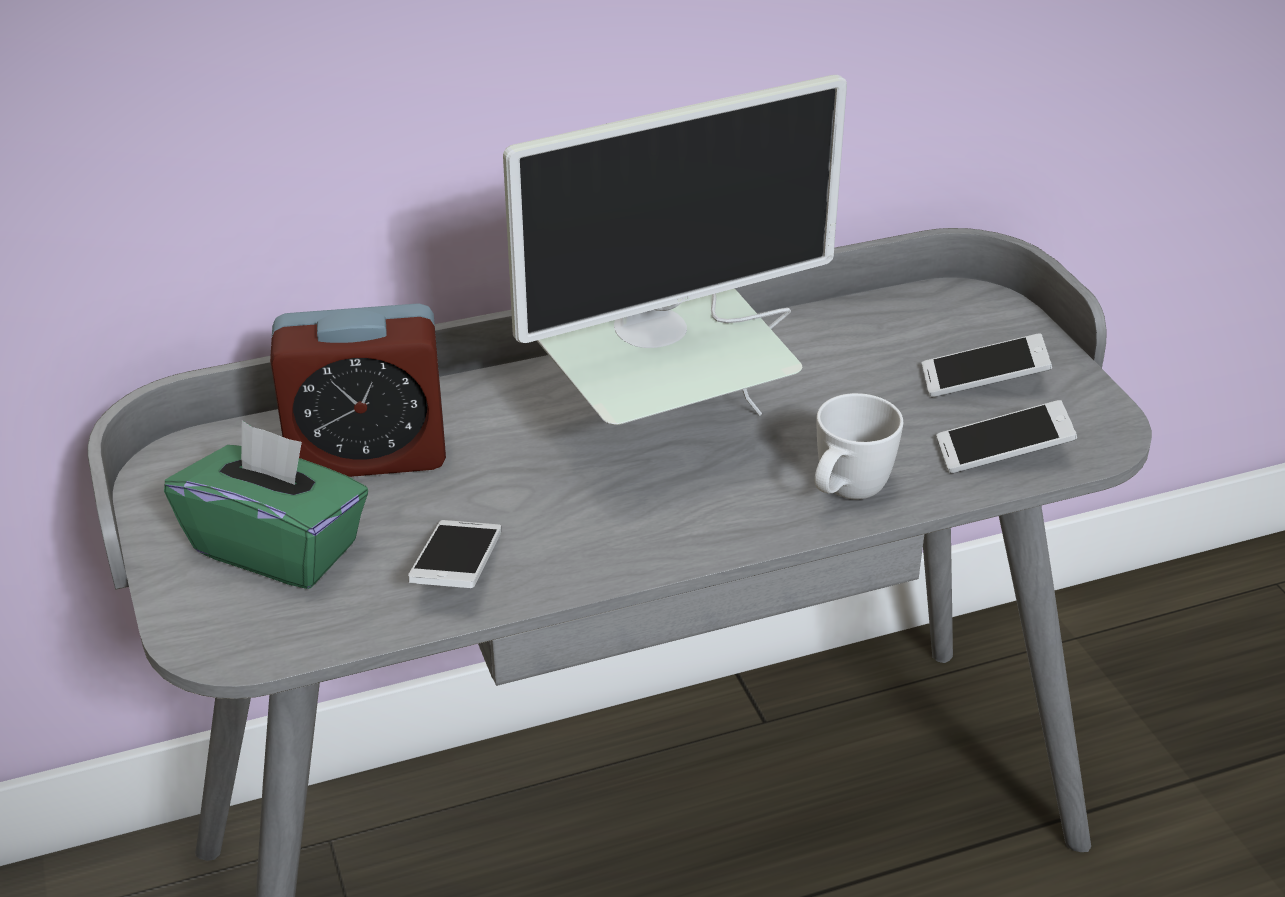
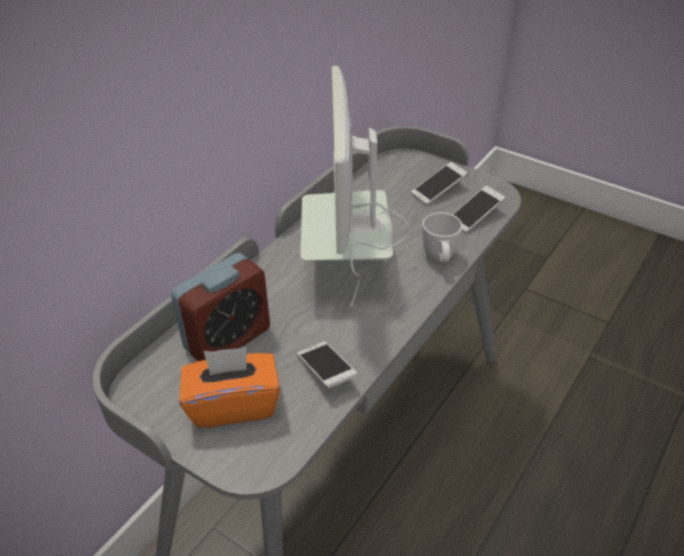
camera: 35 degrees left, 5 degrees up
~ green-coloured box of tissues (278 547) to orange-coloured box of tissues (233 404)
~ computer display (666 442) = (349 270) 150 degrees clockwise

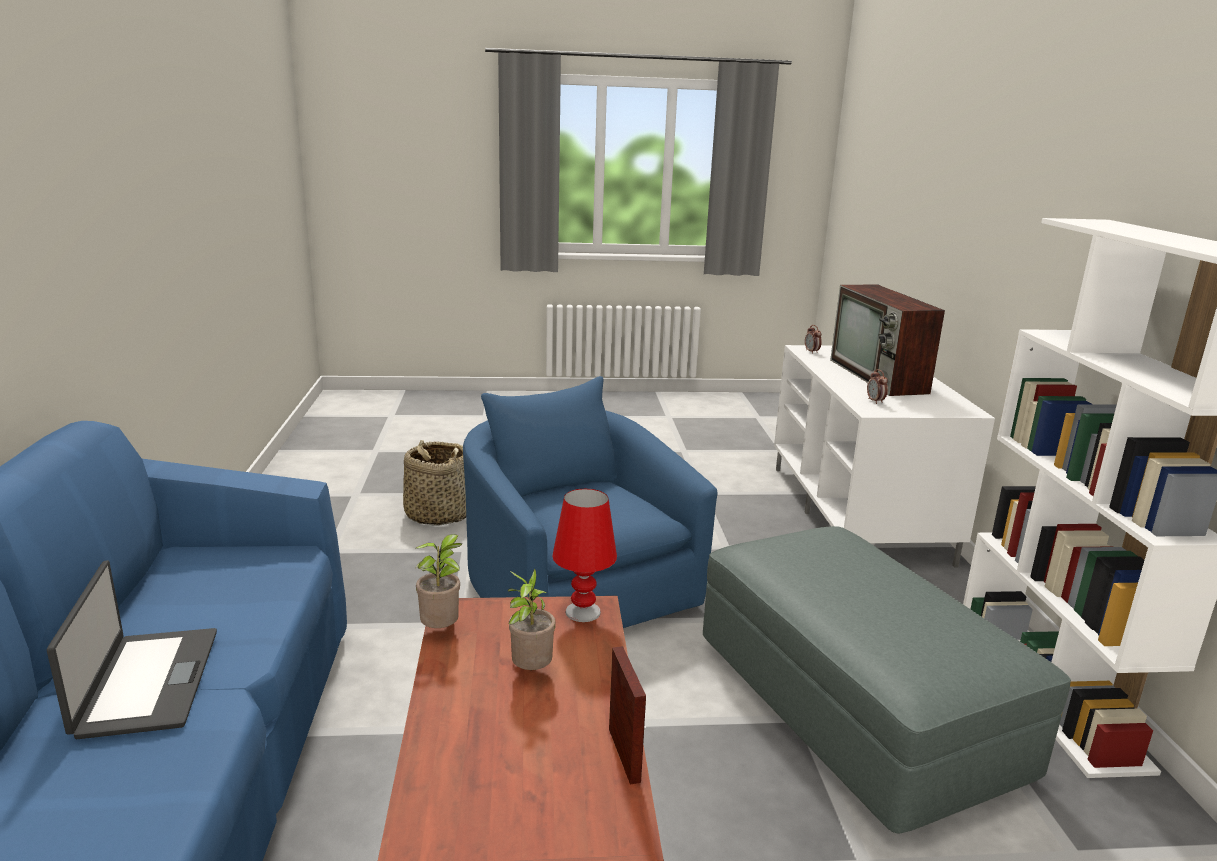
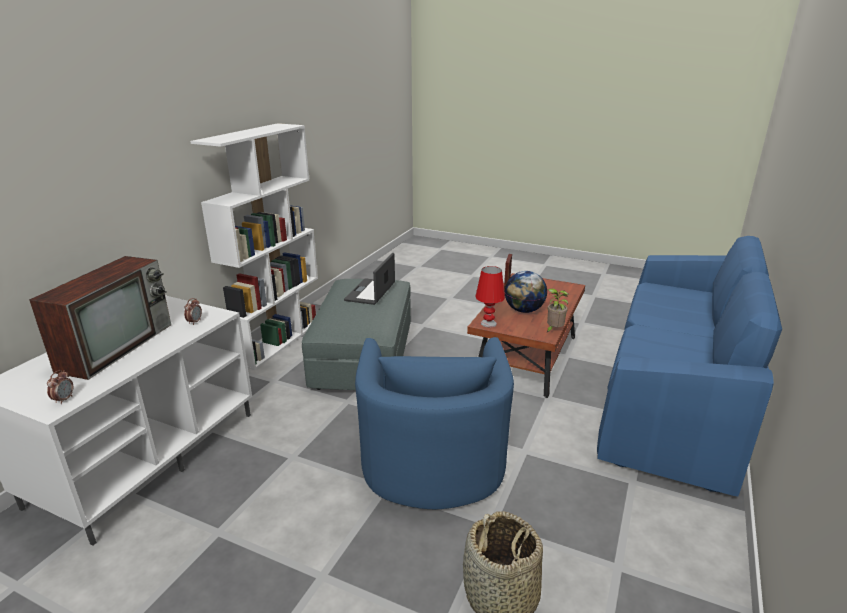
camera: 150 degrees left, 5 degrees up
~ notebook computer (146 682) to (371 292)
~ houseplant (530 671) to desk globe (523 310)

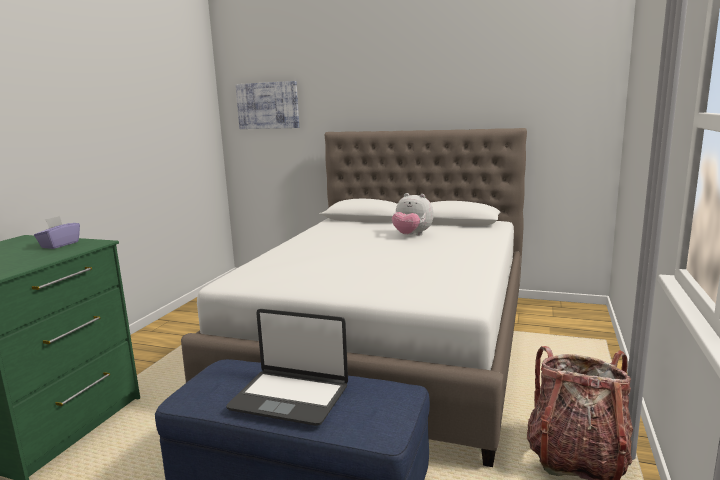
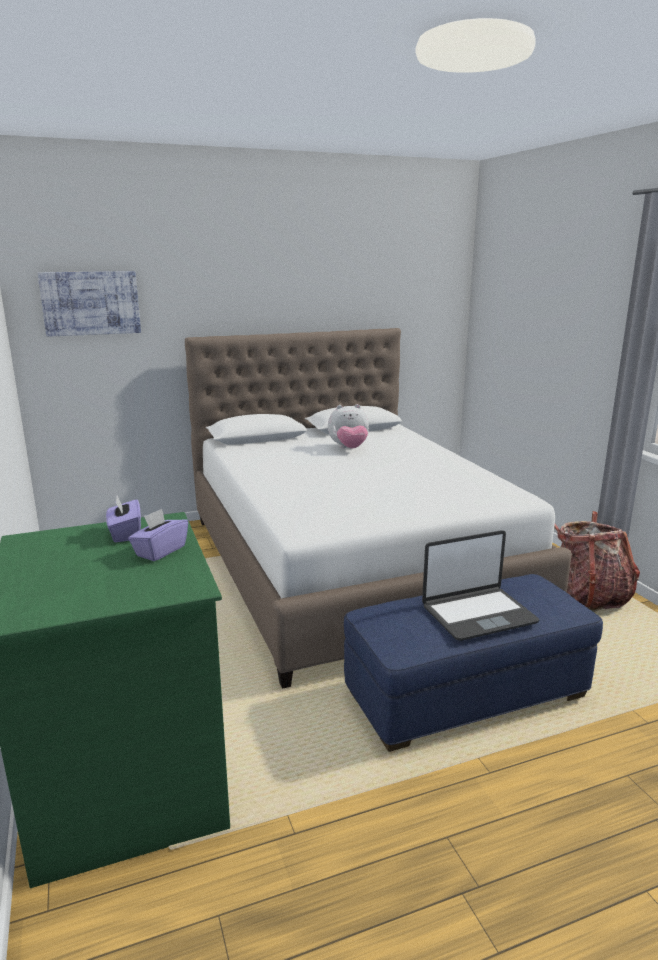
camera: 40 degrees left, 5 degrees up
+ purplish box of tissues (160 551)

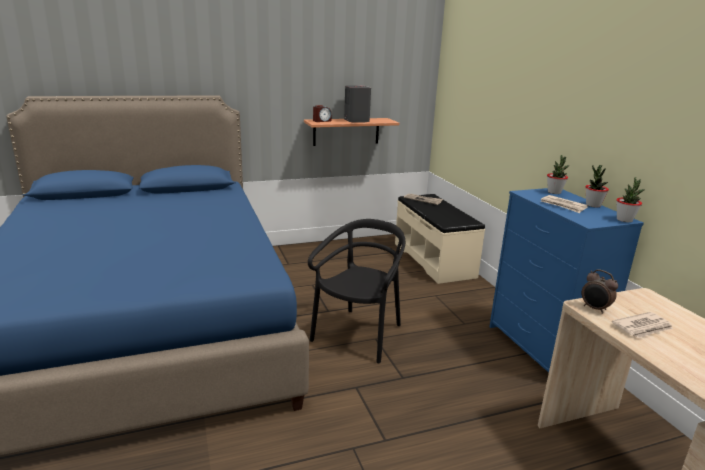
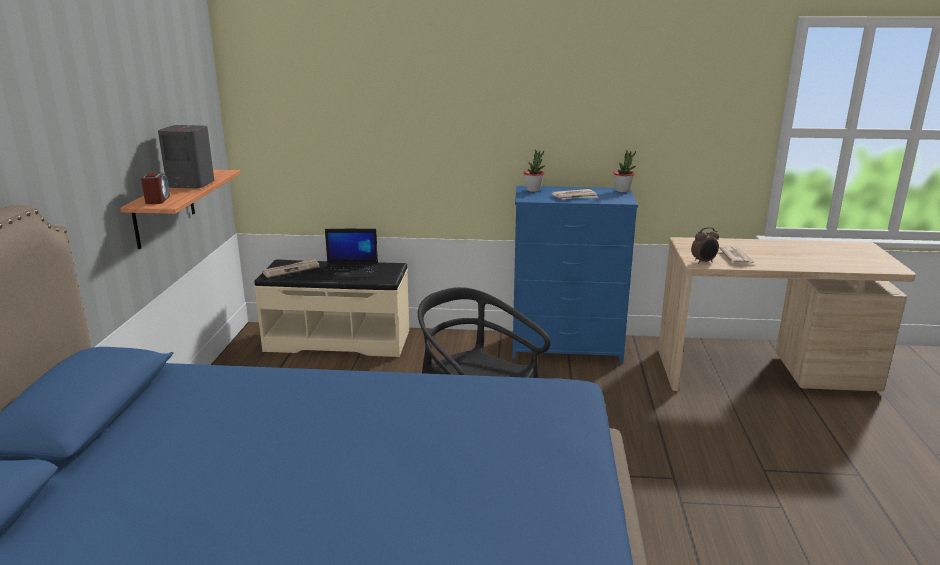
camera: 65 degrees left, 0 degrees up
- houseplant (593 205)
+ notebook computer (351 271)

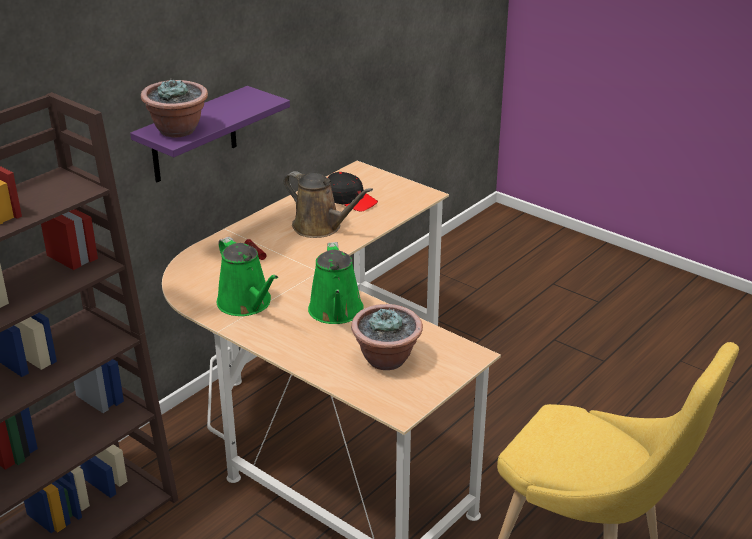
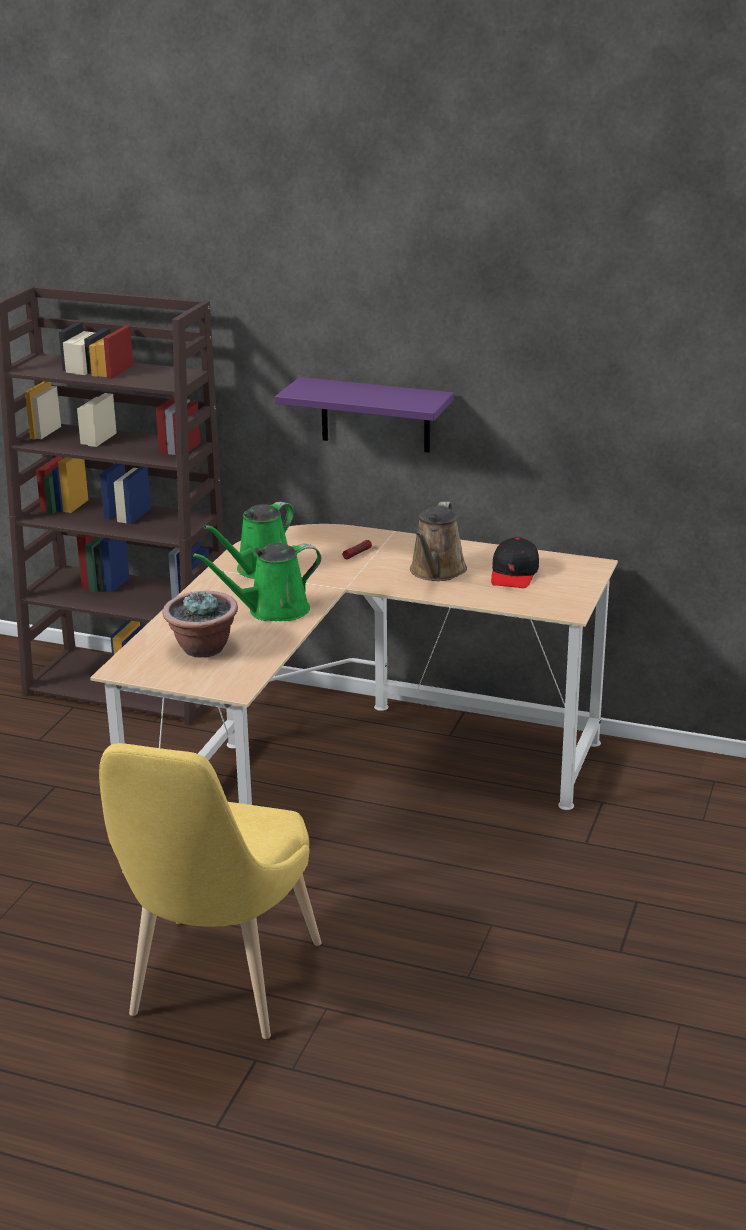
camera: 70 degrees right, 5 degrees down
- houseplant (178 130)

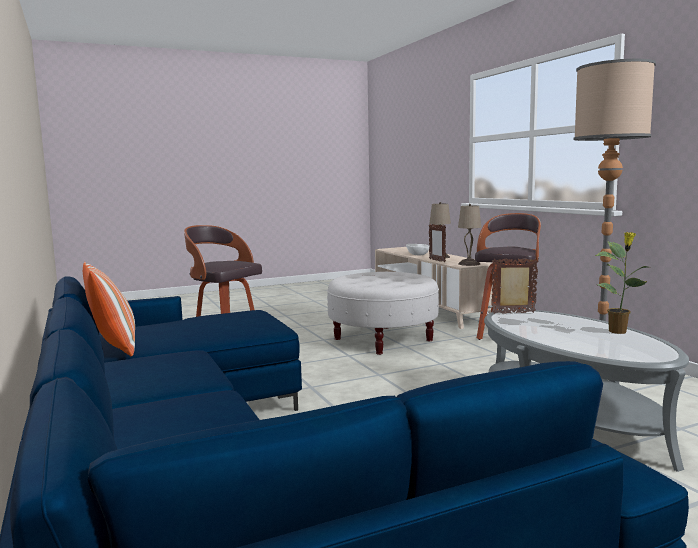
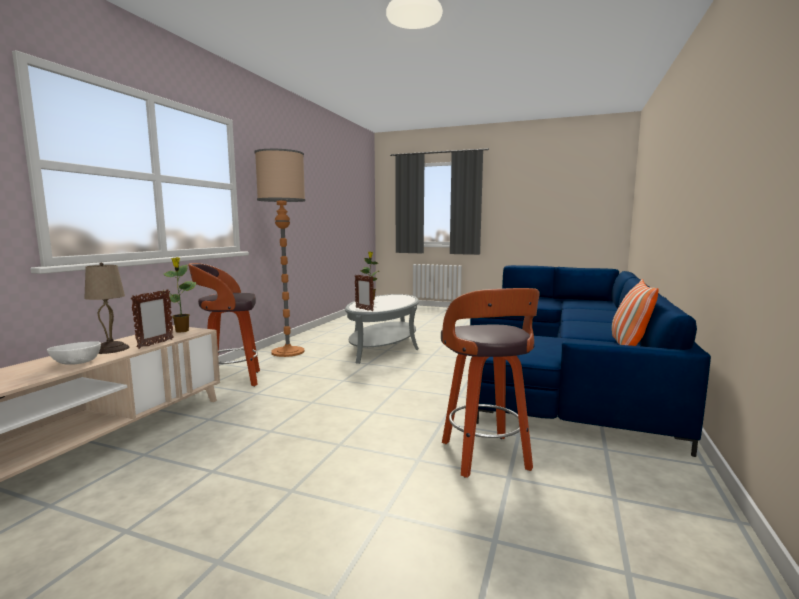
camera: 135 degrees left, 0 degrees up
- whitish ottoman (383 339)
~ beige tabletop lamp (469 264) to houseplant (182 331)

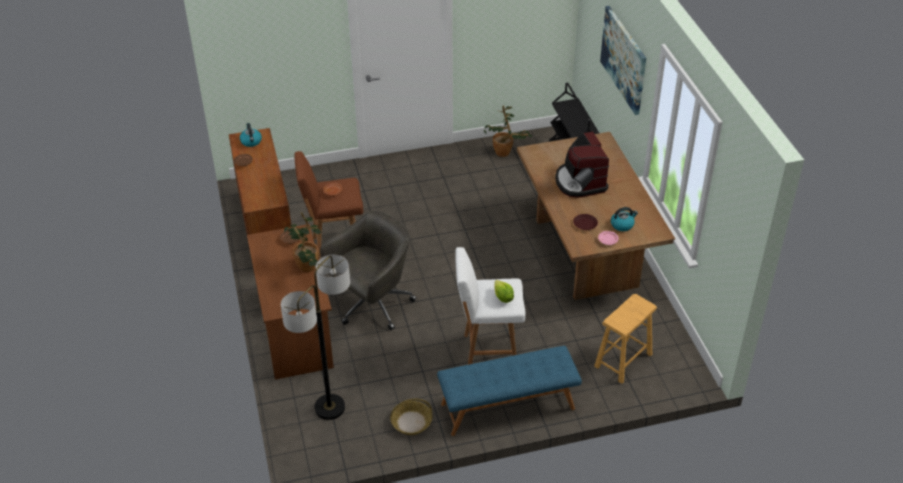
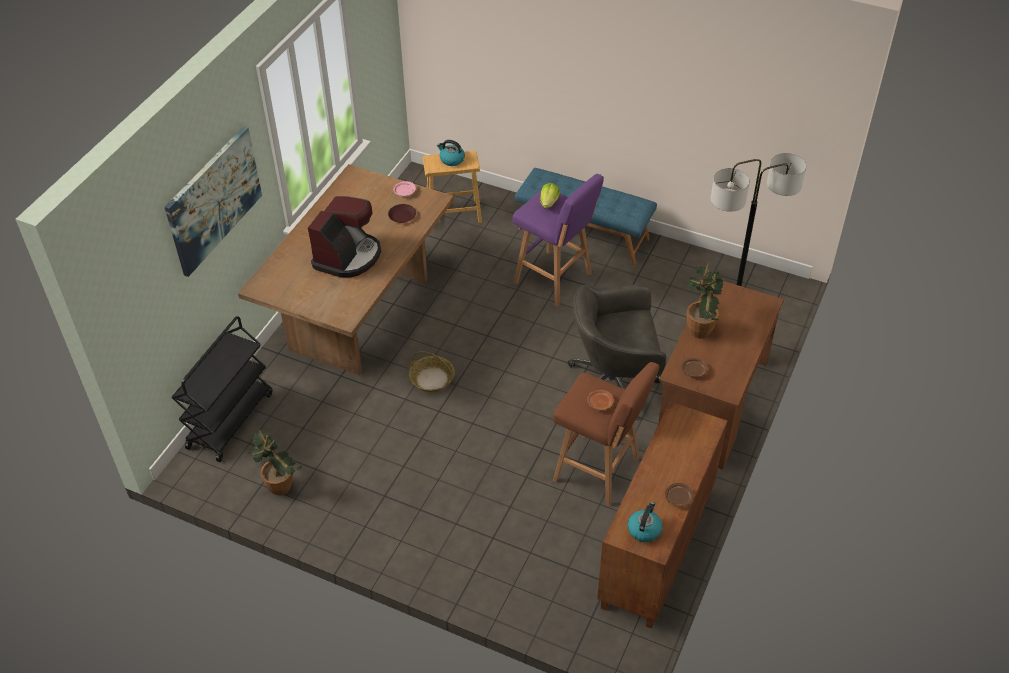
camera: 140 degrees left, 5 degrees up
~ basket (411 422) to (432 379)
~ tea kettle (622 225) to (451 159)
~ whitish stool seat (488 354) to purplish stool seat (555 279)

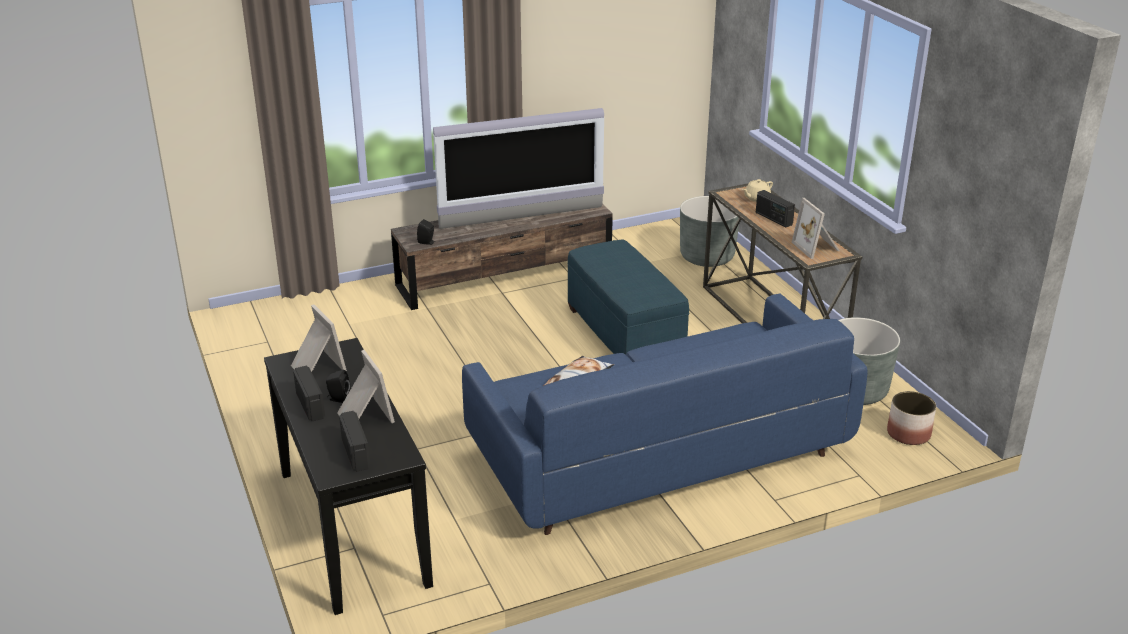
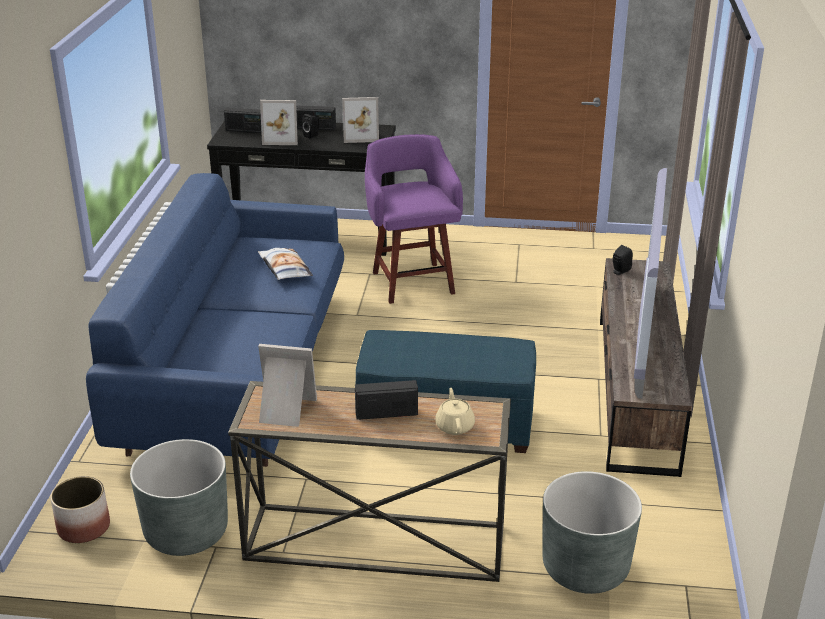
camera: 120 degrees right, 0 degrees up
+ purplish stool seat (412 281)

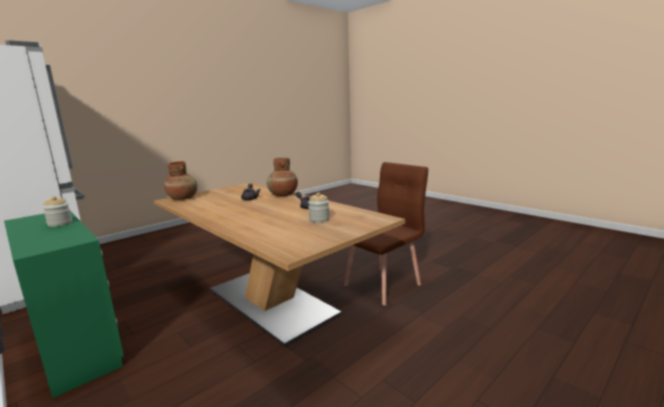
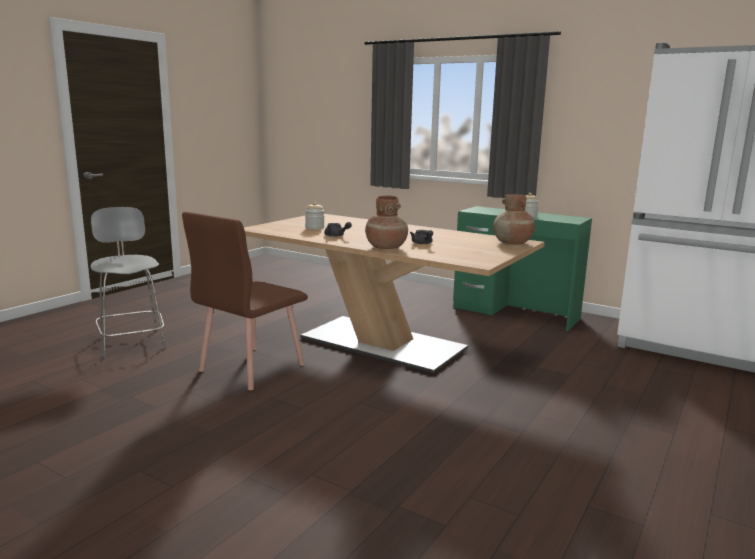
camera: 165 degrees right, 0 degrees up
+ gray stool seat (132 342)

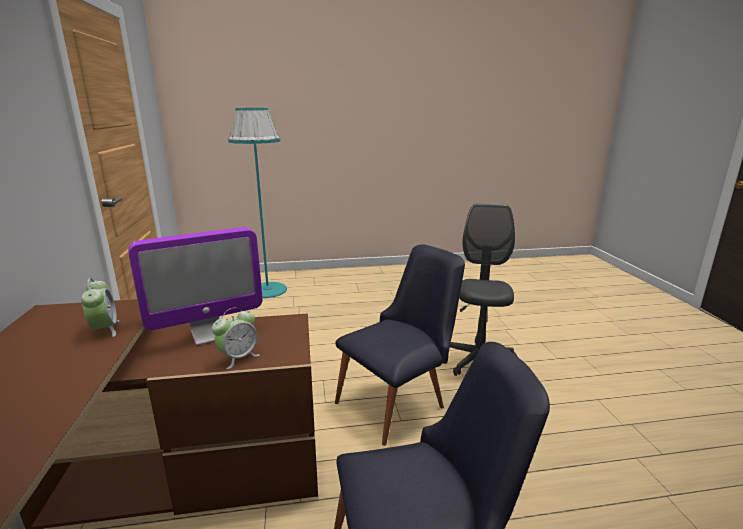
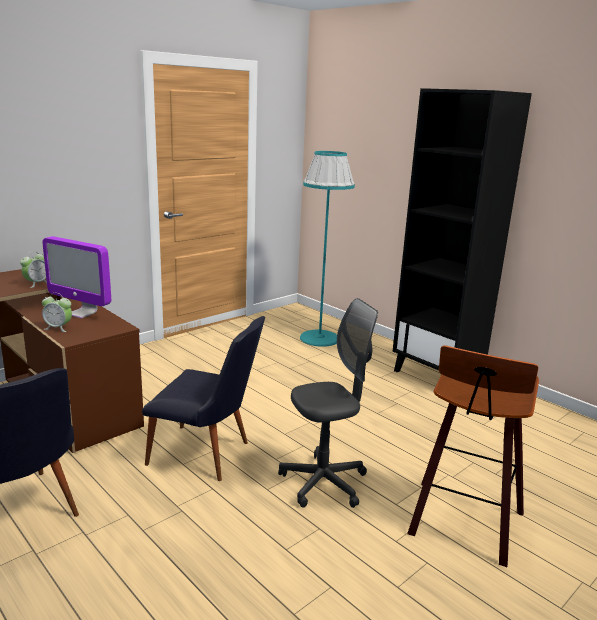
camera: 55 degrees right, 0 degrees up
+ blackish shelving unit (437 375)
+ stool seat (463 525)

